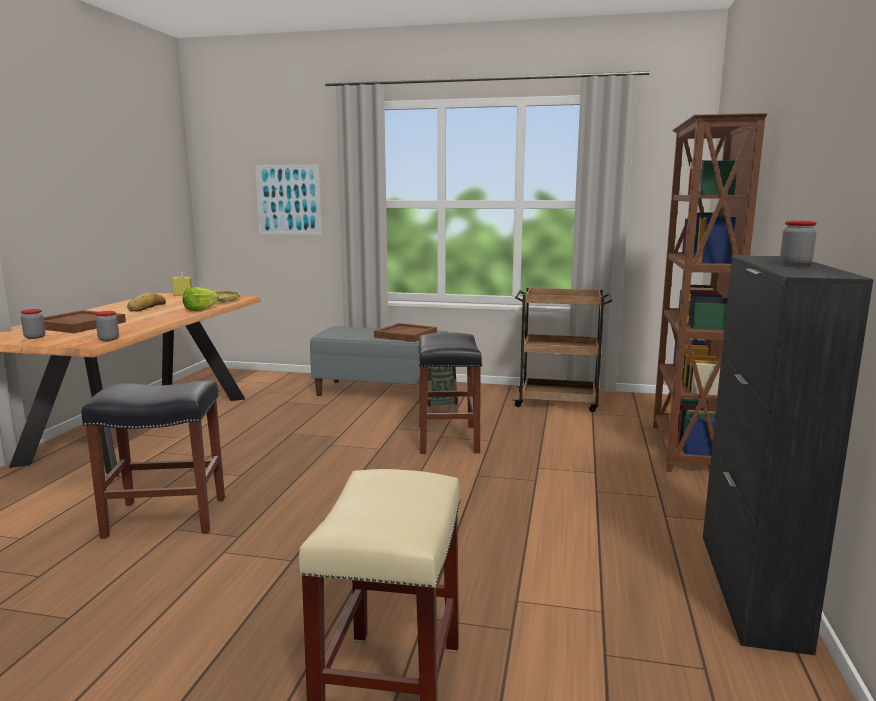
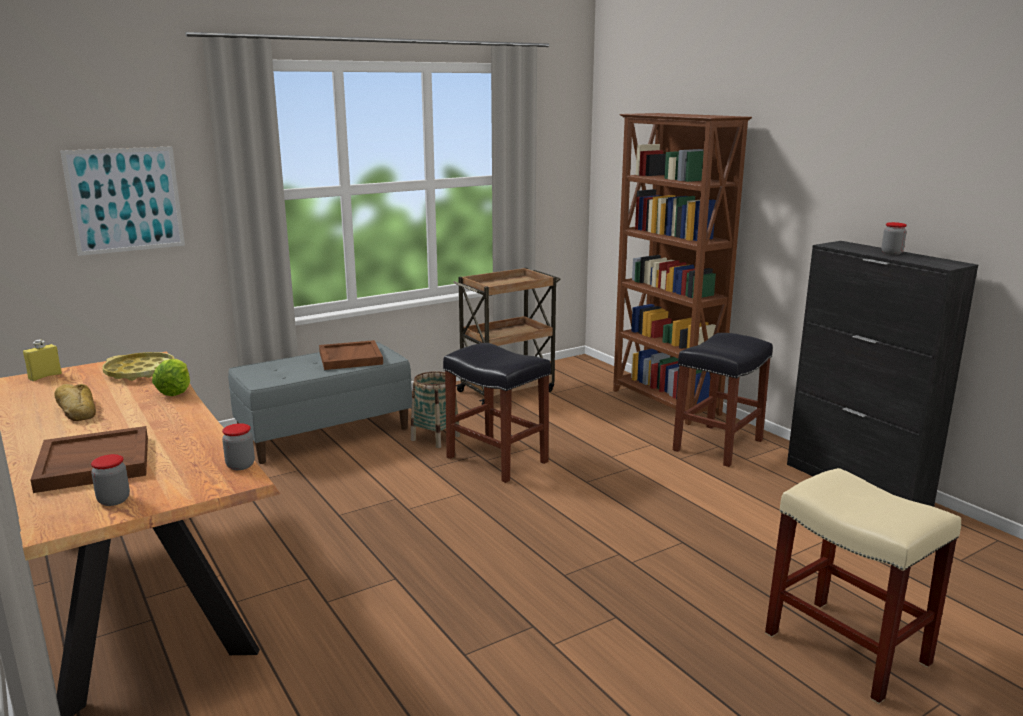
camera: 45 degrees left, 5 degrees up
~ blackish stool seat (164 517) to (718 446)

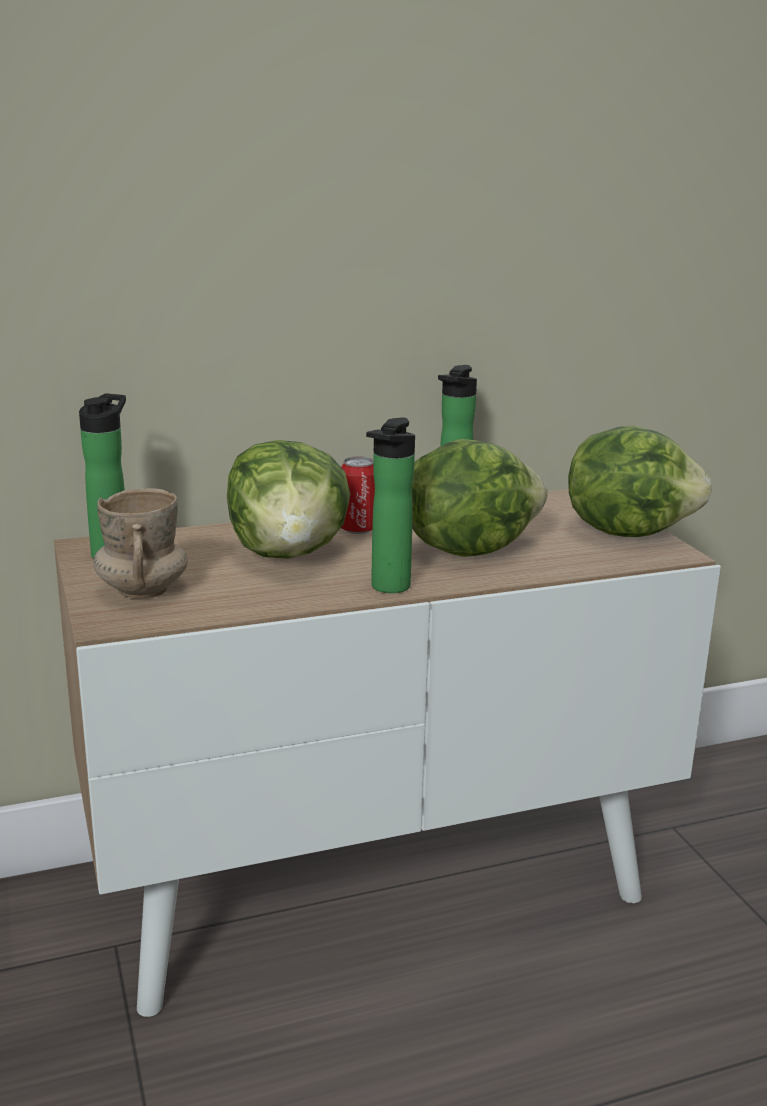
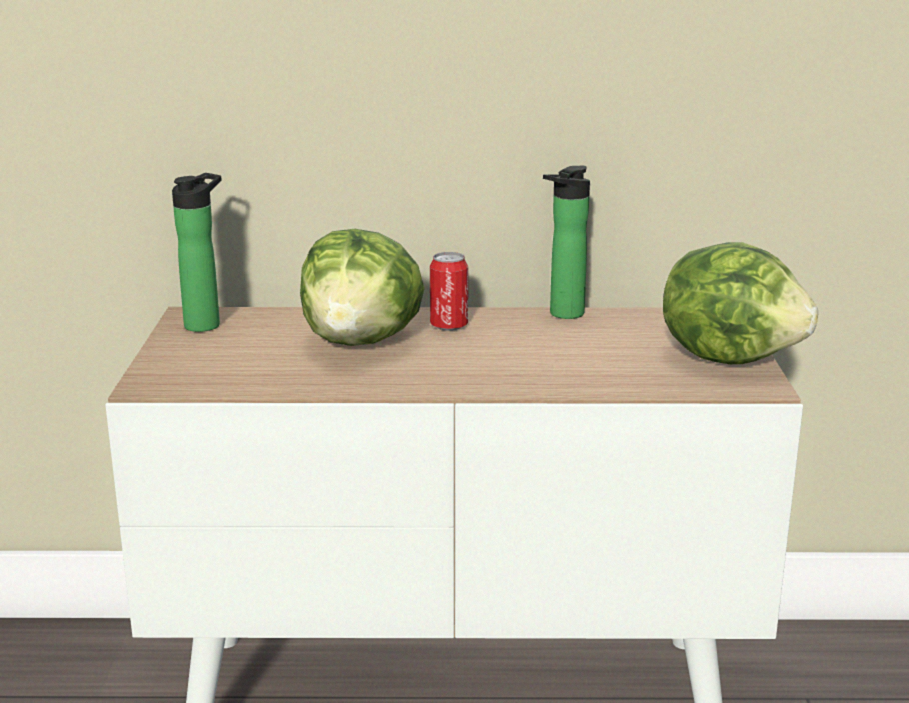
camera: 20 degrees right, 0 degrees up
- beige mug (142 590)
- drink bottle (387 588)
- lettuce head (468 548)

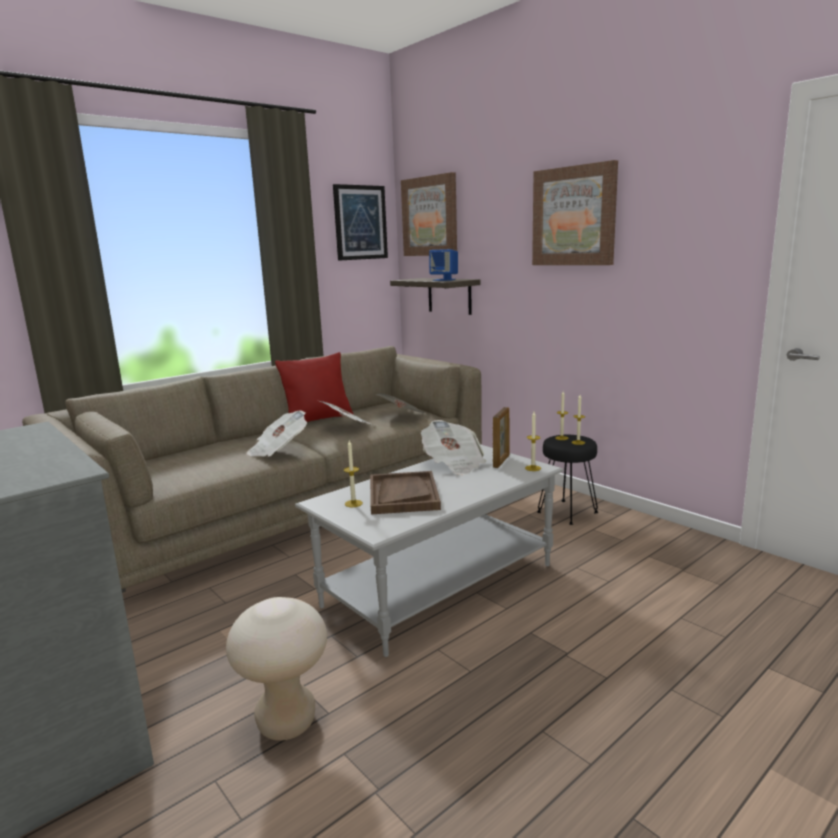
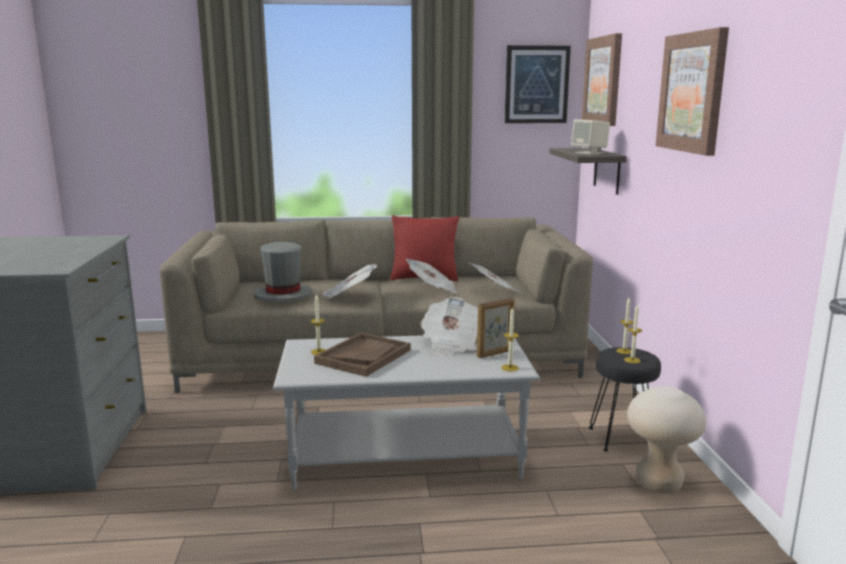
camera: 35 degrees right, 0 degrees up
+ gray hat (283 295)
~ beige stool seat (286 723) to (658 484)
~ blue speaker (444 280) to beige speaker (589 153)

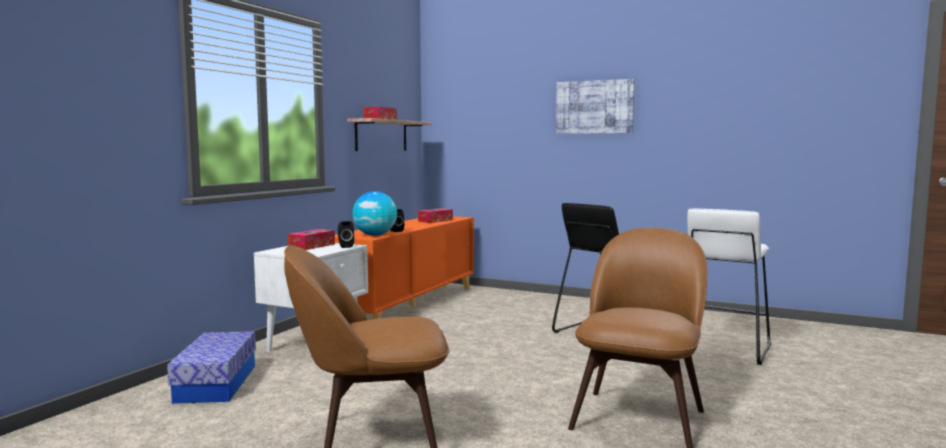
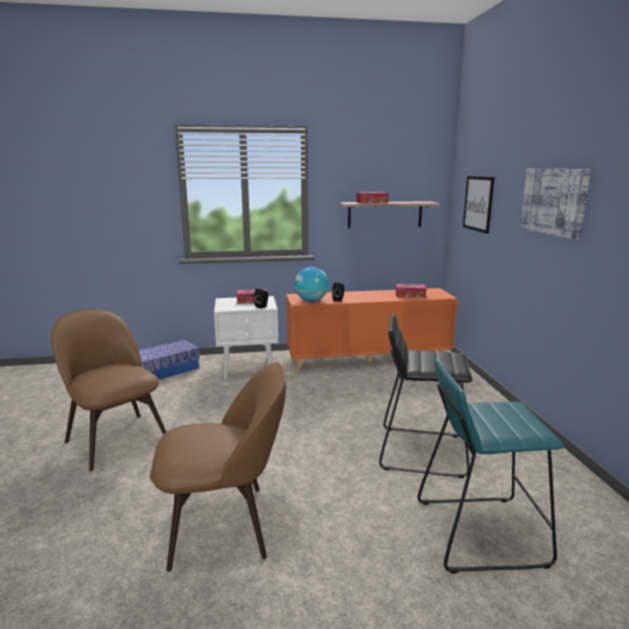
camera: 55 degrees right, 10 degrees up
+ wall picture (478 203)
~ whitish stool seat (722 346) to turquoise stool seat (479 531)

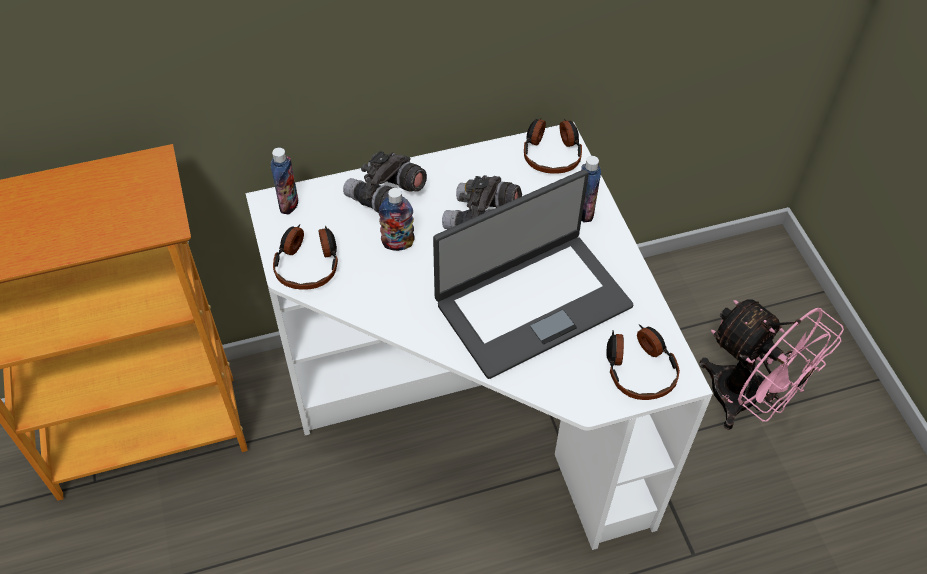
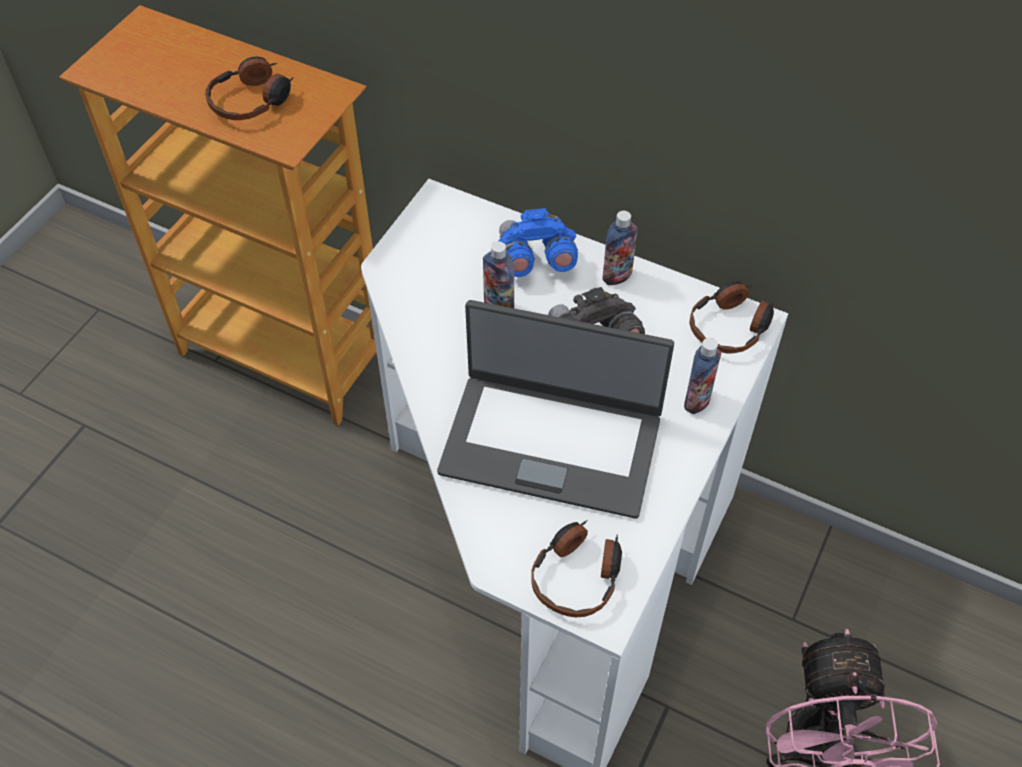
camera: 45 degrees right, 0 degrees up
~ drink bottle (289 204) to (617 276)
~ headphones (308 263) to (252 100)
~ gray binoculars (385 196) to blue binoculars (535 259)

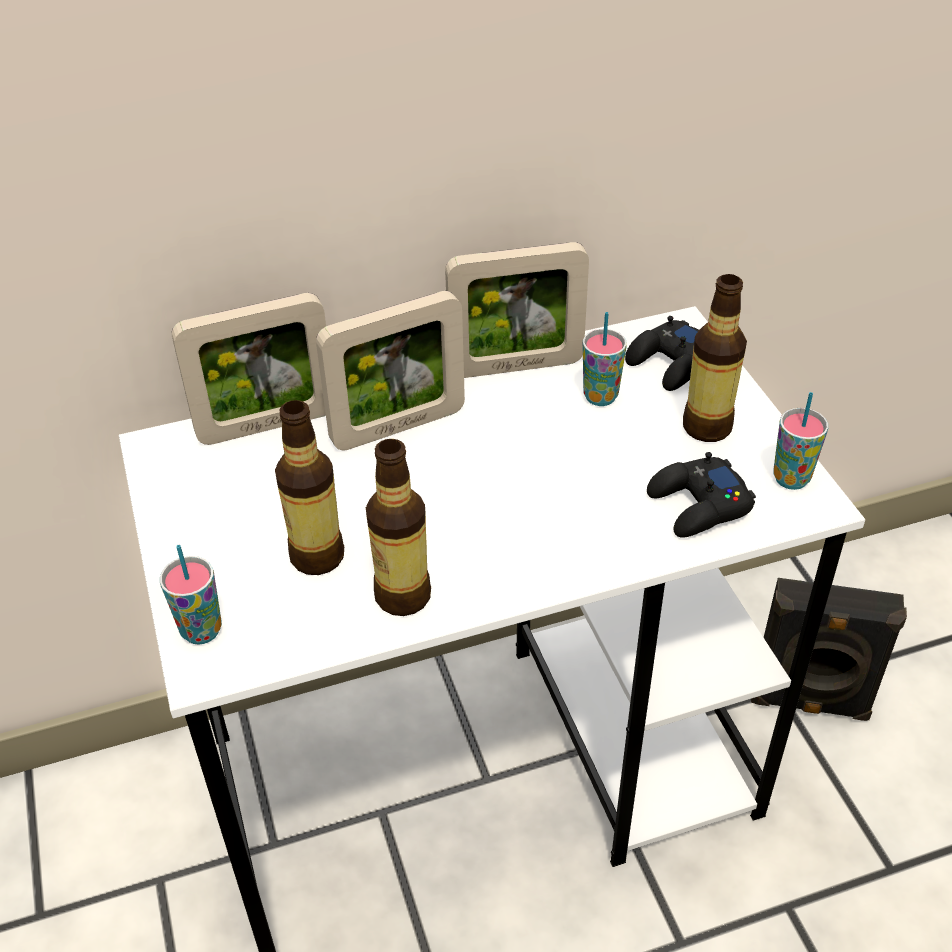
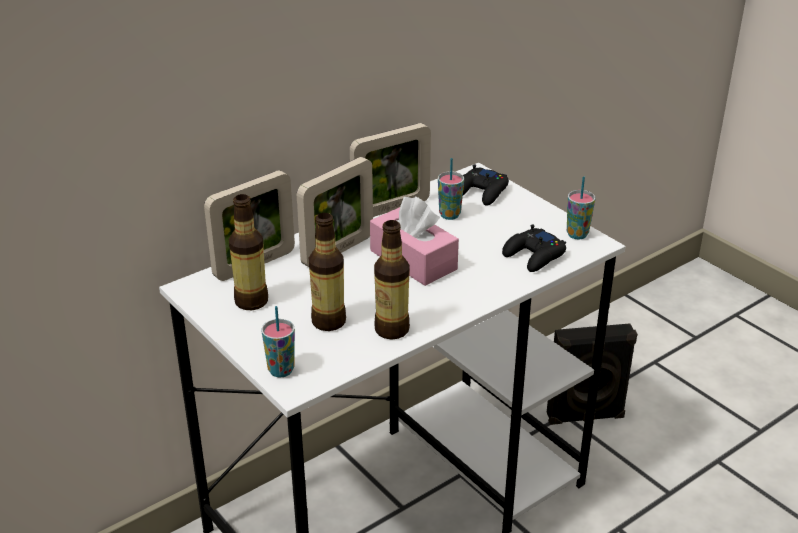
camera: 20 degrees left, 10 degrees down
+ pink box of tissues (413 260)
~ drink bottle (706 427) to (251 301)

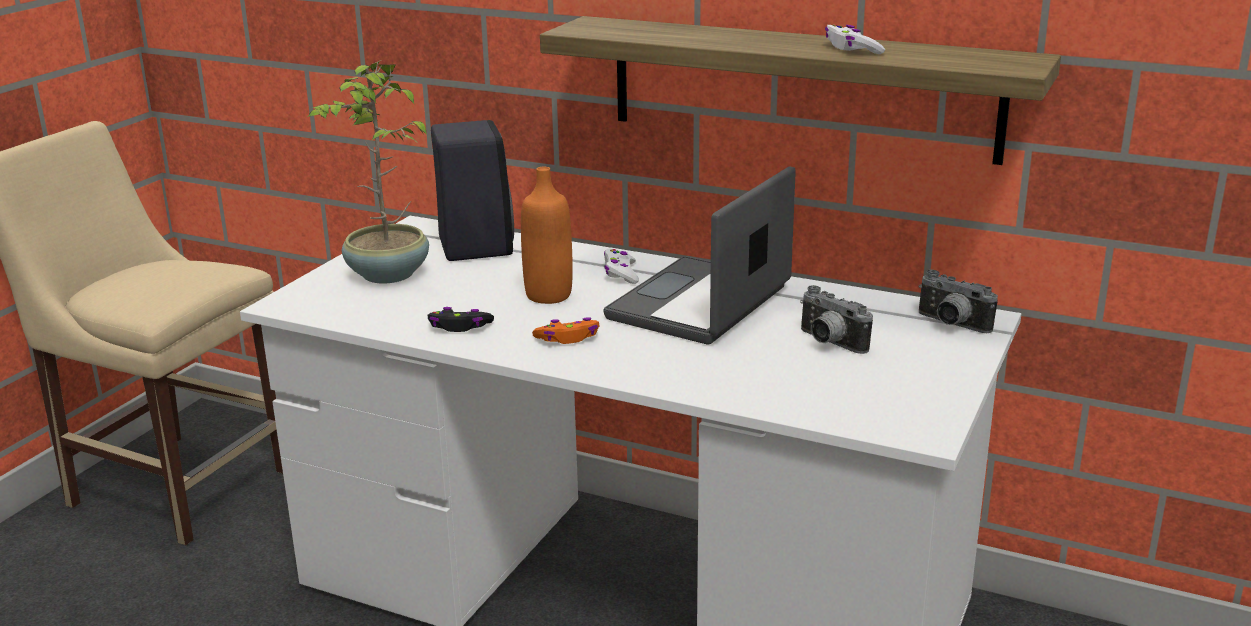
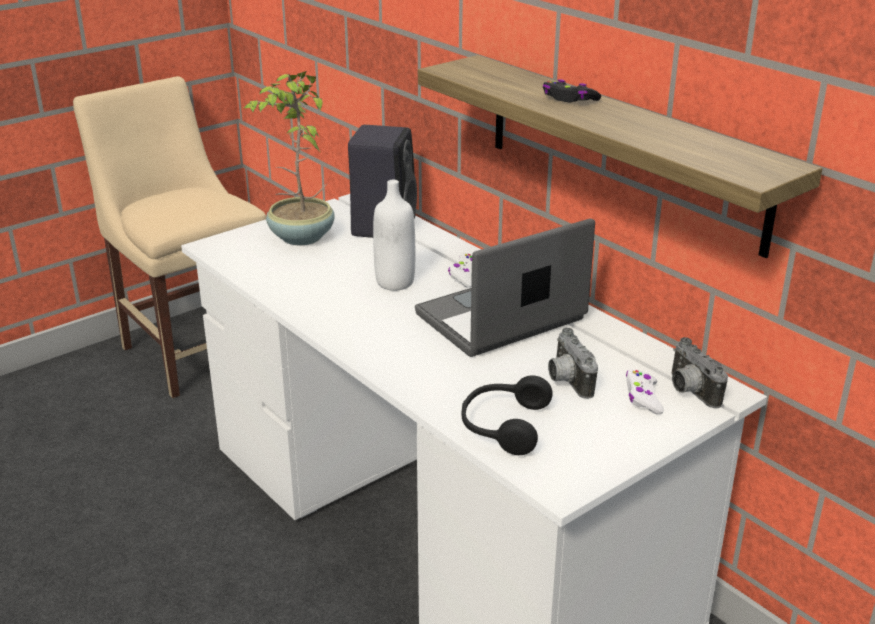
camera: 25 degrees right, 5 degrees up
- orange-coloured joypad (568 338)
+ blackish headphones (502 426)
~ blackish joypad (460 327) to (569 99)
~ whitish joypad (852 49) to (642 397)
~ orange-coloured drink bottle (548 295) to whitish drink bottle (395 282)

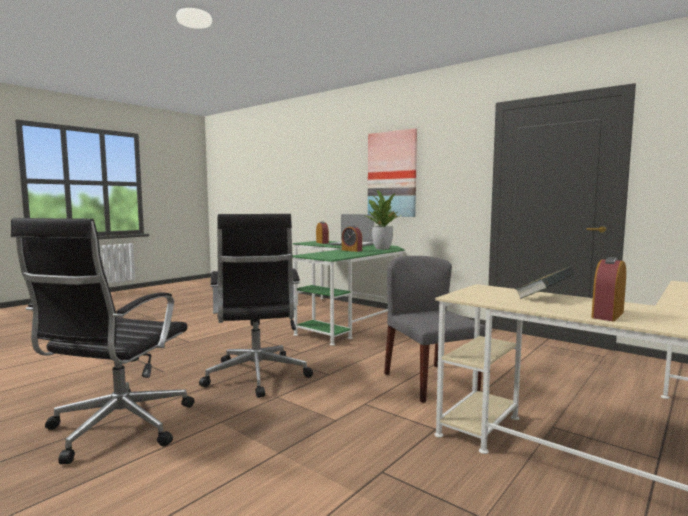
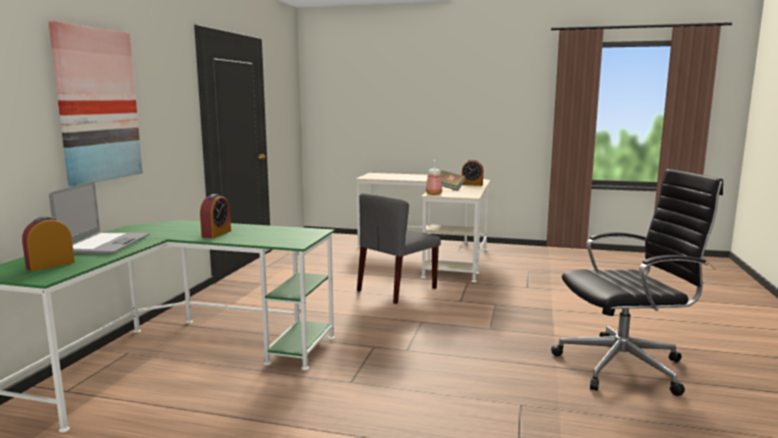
camera: 115 degrees left, 5 degrees up
- blackish desk chair (256 377)
- houseplant (382 248)
+ drink bottle (433 194)

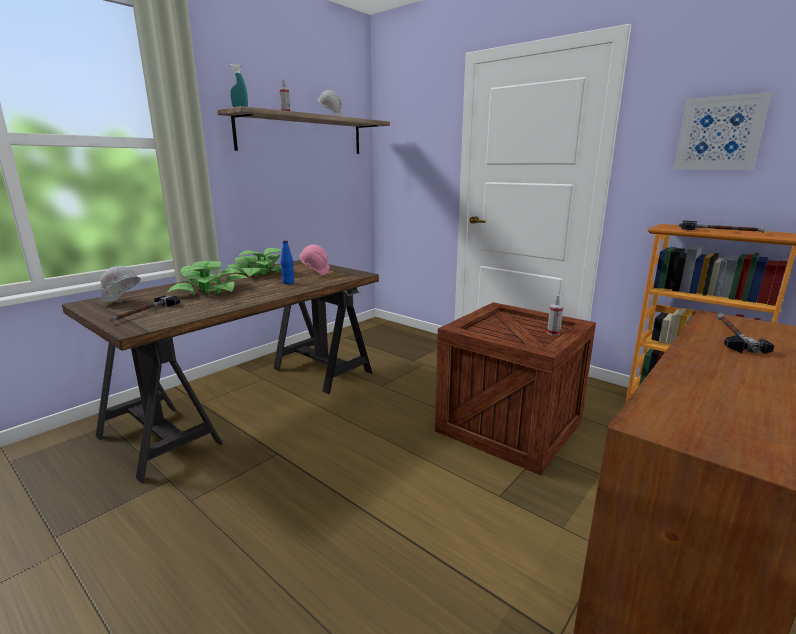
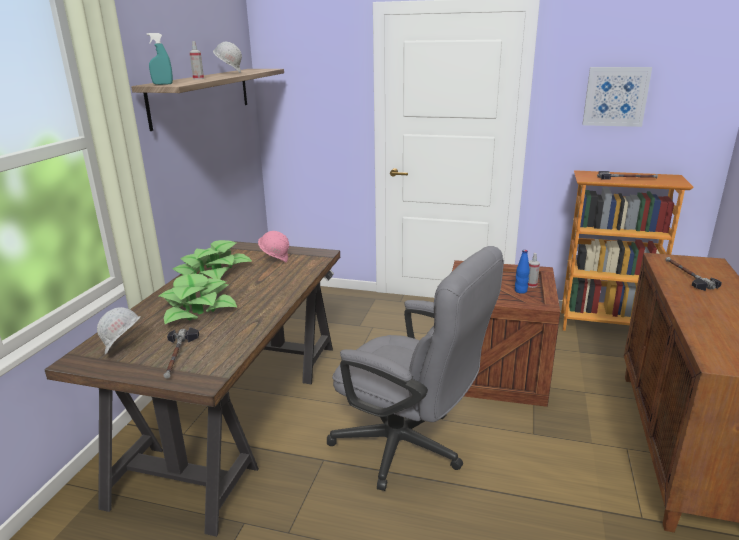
camera: 25 degrees left, 5 degrees up
+ gray desk chair (409 448)
~ blue drink bottle (288 283) to (520 291)

